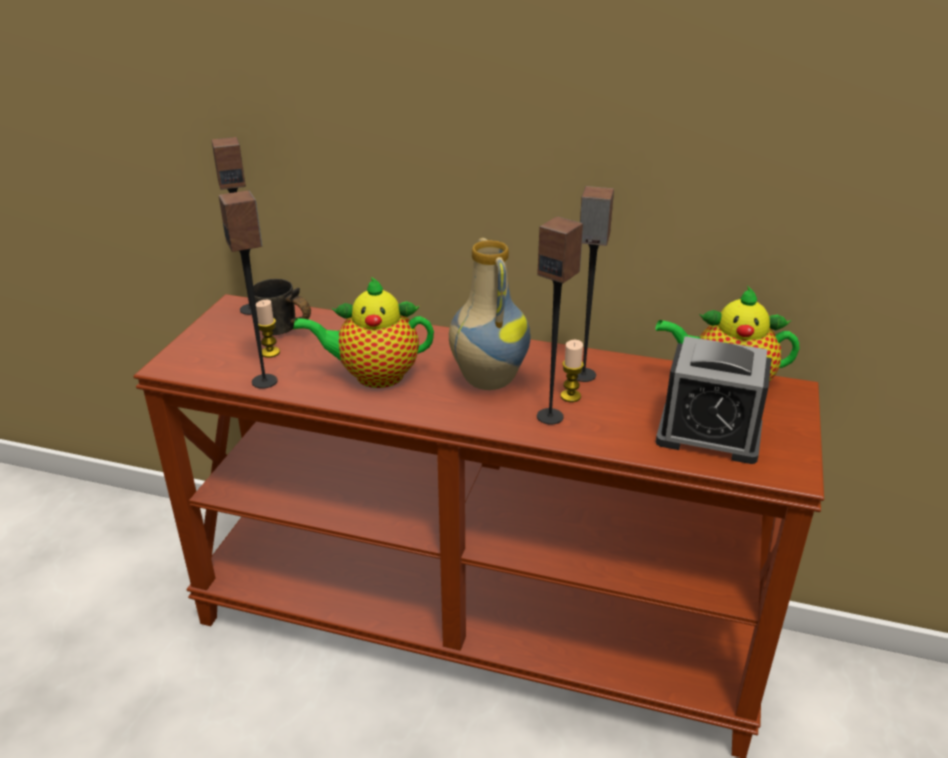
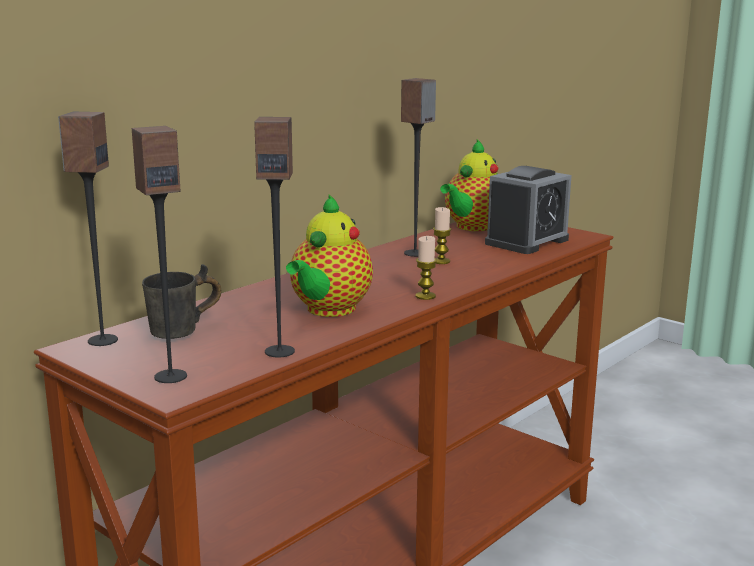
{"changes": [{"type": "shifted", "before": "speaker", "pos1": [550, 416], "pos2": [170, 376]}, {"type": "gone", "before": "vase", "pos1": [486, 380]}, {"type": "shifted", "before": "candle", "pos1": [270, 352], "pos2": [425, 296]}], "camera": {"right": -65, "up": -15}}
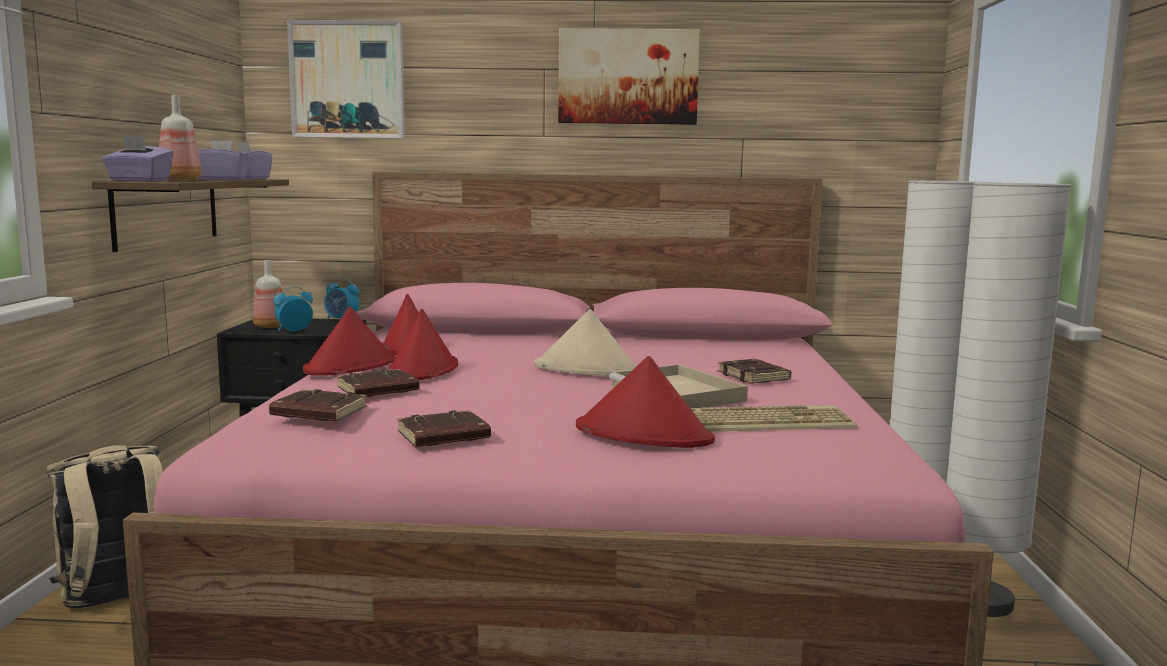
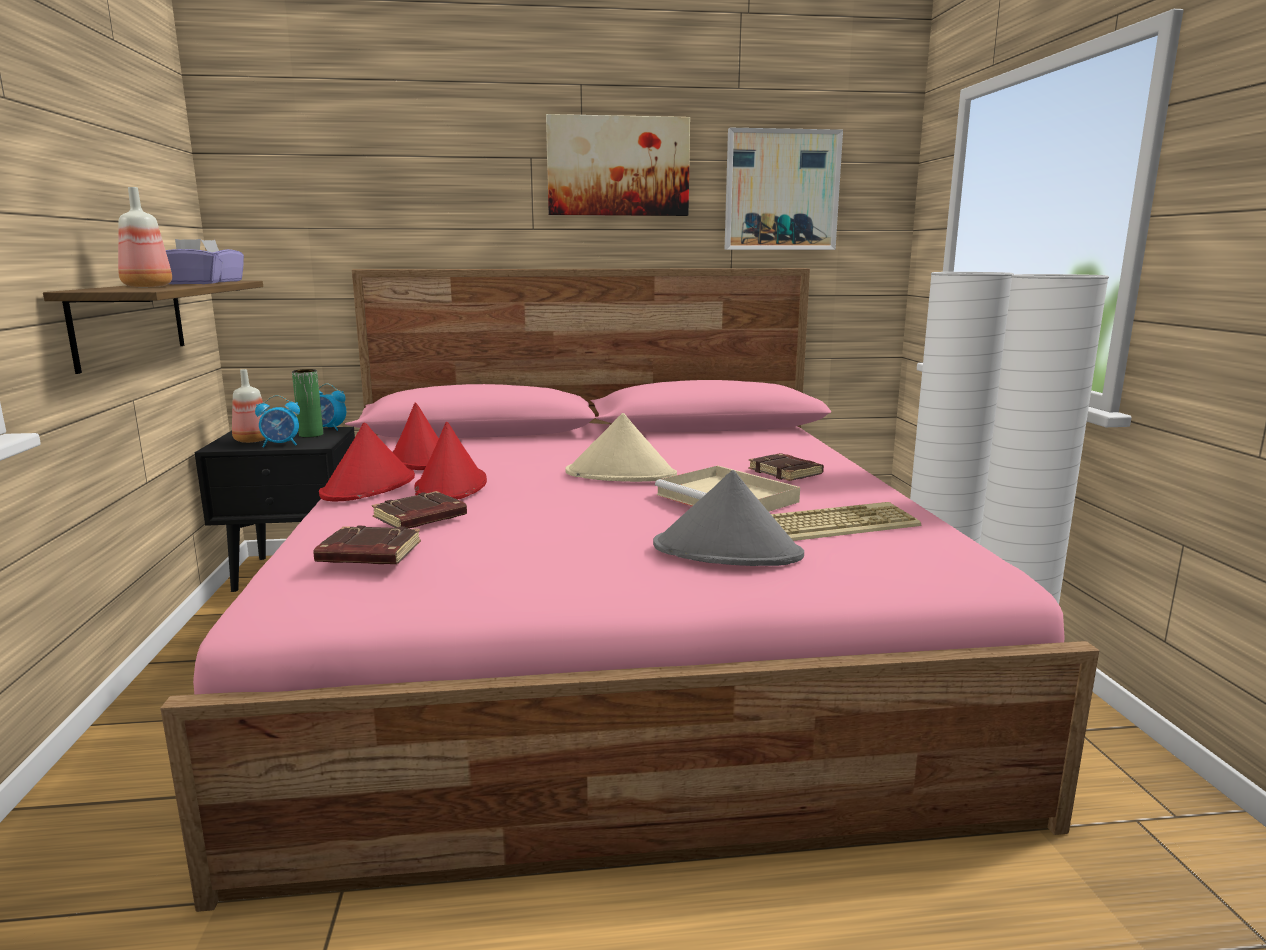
{"changes": [{"type": "shifted", "before": "picture", "pos1": [347, 80], "pos2": [781, 190]}, {"type": "gone", "before": "purple tissue box", "pos1": [139, 181]}, {"type": "rotated", "before": "alarm clock", "pos1": [293, 331], "pos2": [281, 445], "turn": -150}, {"type": "repainted", "before": "red hat", "after": "grey hat", "pos1": [644, 434], "pos2": [728, 551]}, {"type": "gone", "before": "brown book", "pos1": [443, 437]}, {"type": "gone", "before": "beige backpack", "pos1": [119, 603]}, {"type": "new", "after": "green vase", "pos2": [311, 435]}], "camera": {"right": -10, "up": 5}}
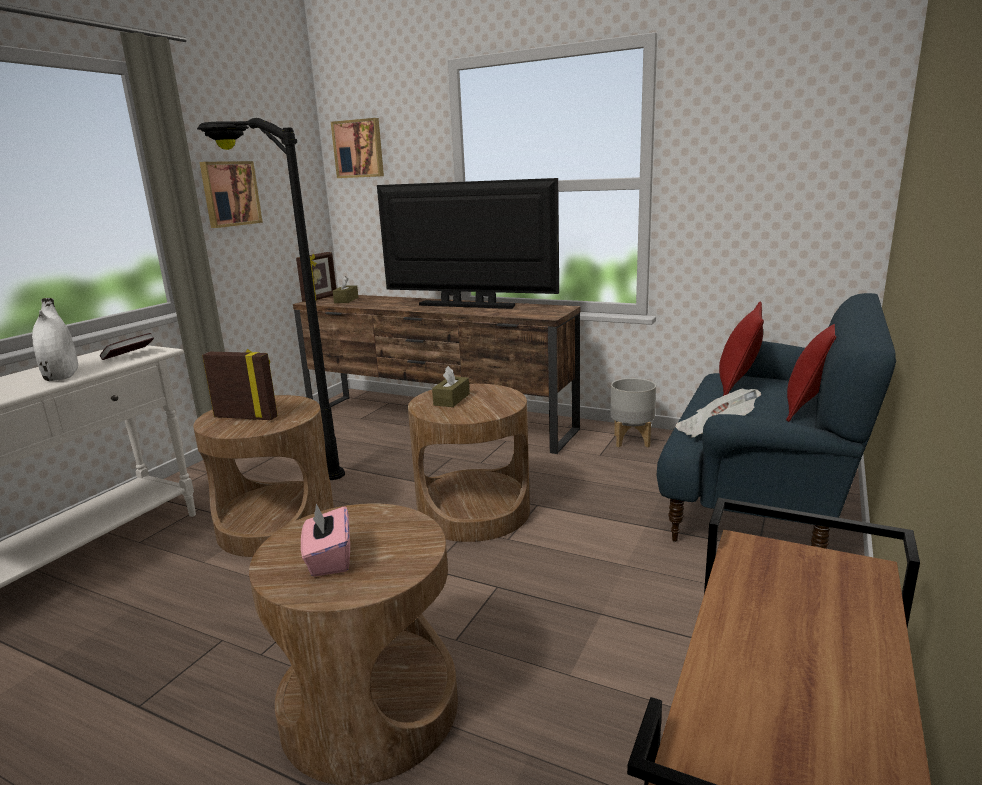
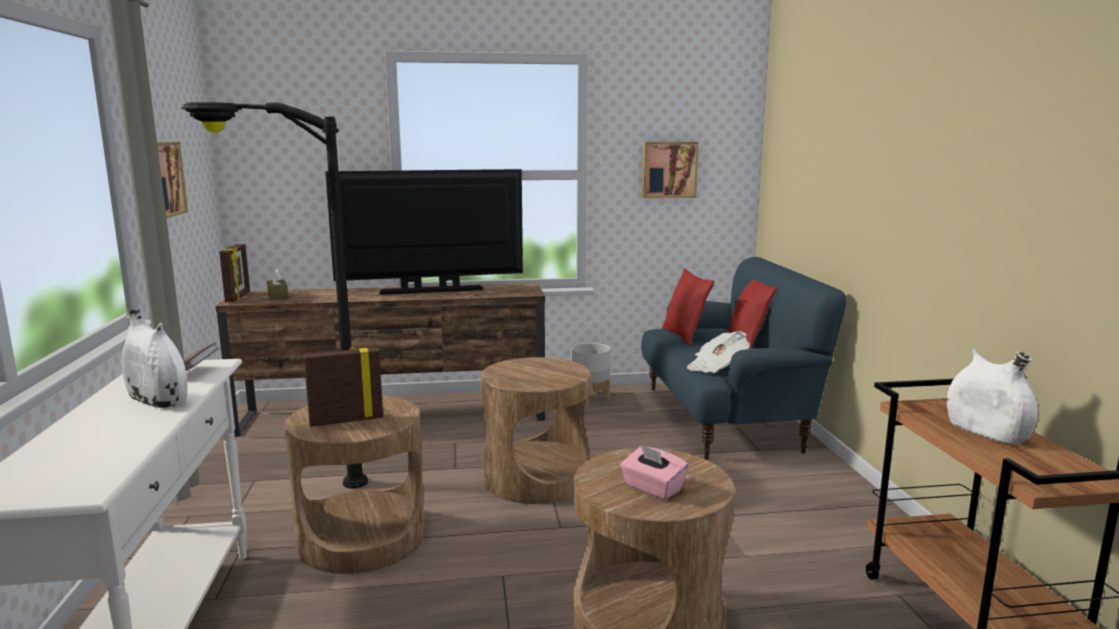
{"changes": [{"type": "shifted", "before": "picture", "pos1": [359, 149], "pos2": [669, 169]}, {"type": "gone", "before": "brown tissue box", "pos1": [451, 399]}, {"type": "new", "after": "white vase", "pos2": [986, 432]}], "camera": {"right": -35, "up": -5}}
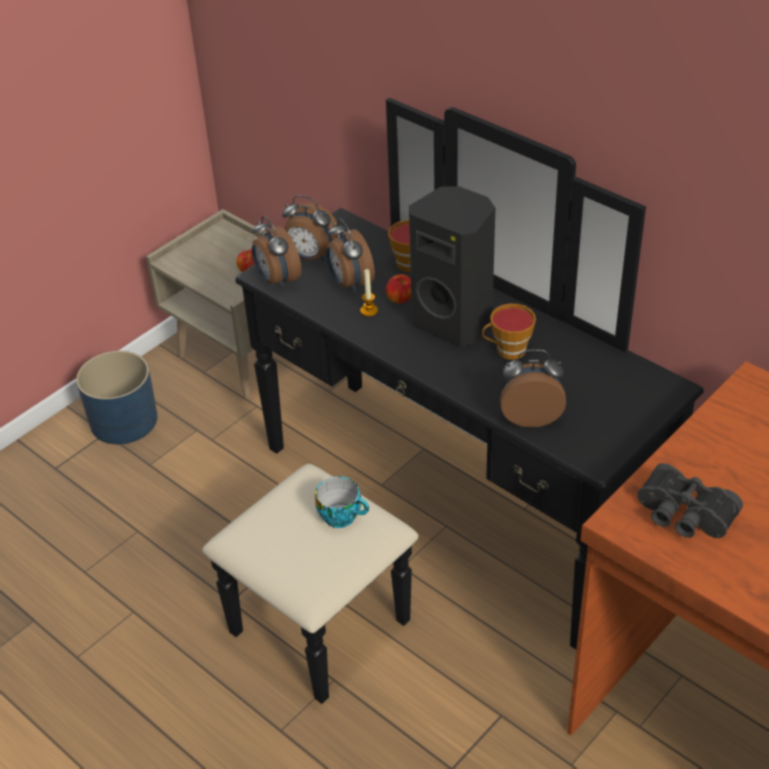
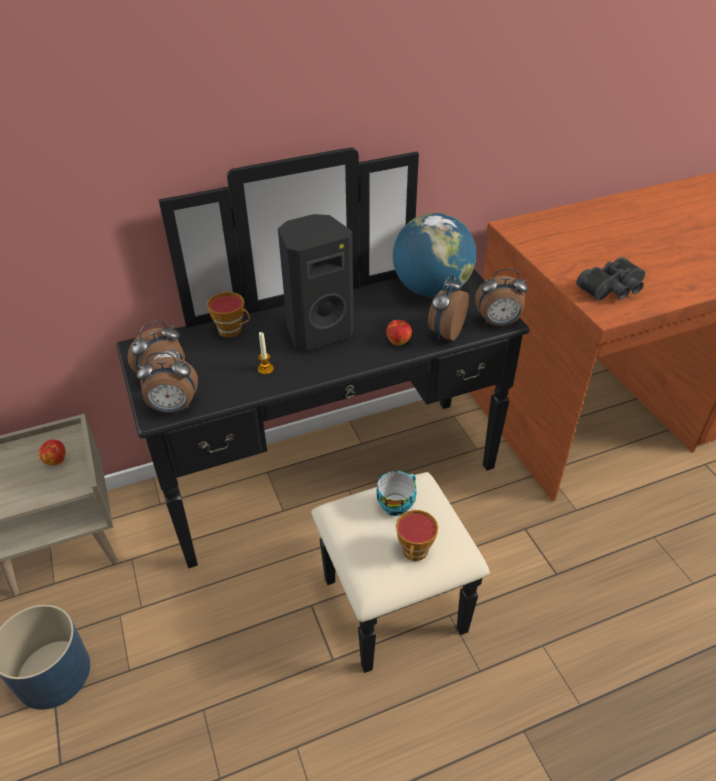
{"changes": [{"type": "shifted", "before": "alarm clock", "pos1": [349, 283], "pos2": [498, 323]}, {"type": "shifted", "before": "apple", "pos1": [400, 300], "pos2": [398, 341]}, {"type": "shifted", "before": "cup", "pos1": [507, 351], "pos2": [414, 553]}, {"type": "new", "after": "globe", "pos2": [431, 290]}], "camera": {"right": -65, "up": 0}}
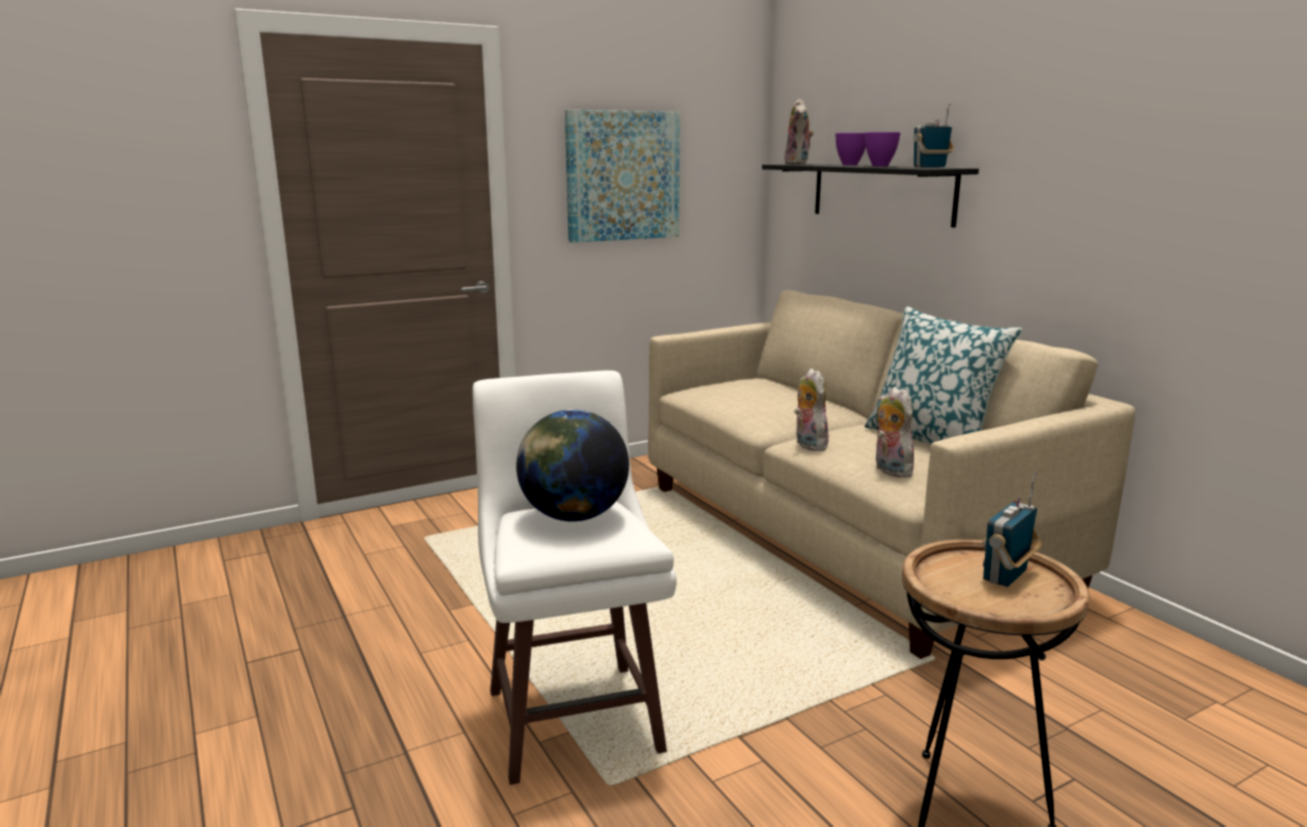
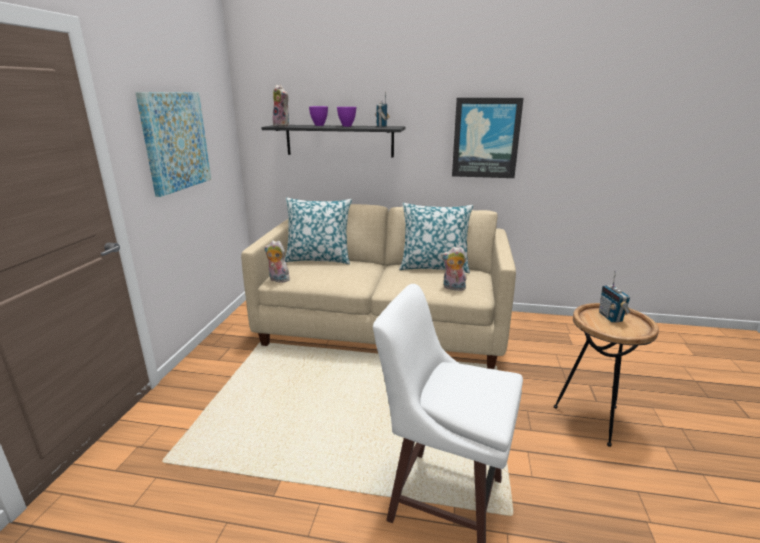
{"changes": [{"type": "shifted", "before": "plush toy", "pos1": [808, 445], "pos2": [278, 280]}, {"type": "gone", "before": "globe", "pos1": [573, 516]}, {"type": "new", "after": "picture", "pos2": [486, 138]}, {"type": "new", "after": "pillow", "pos2": [319, 259]}], "camera": {"right": -50, "up": 5}}
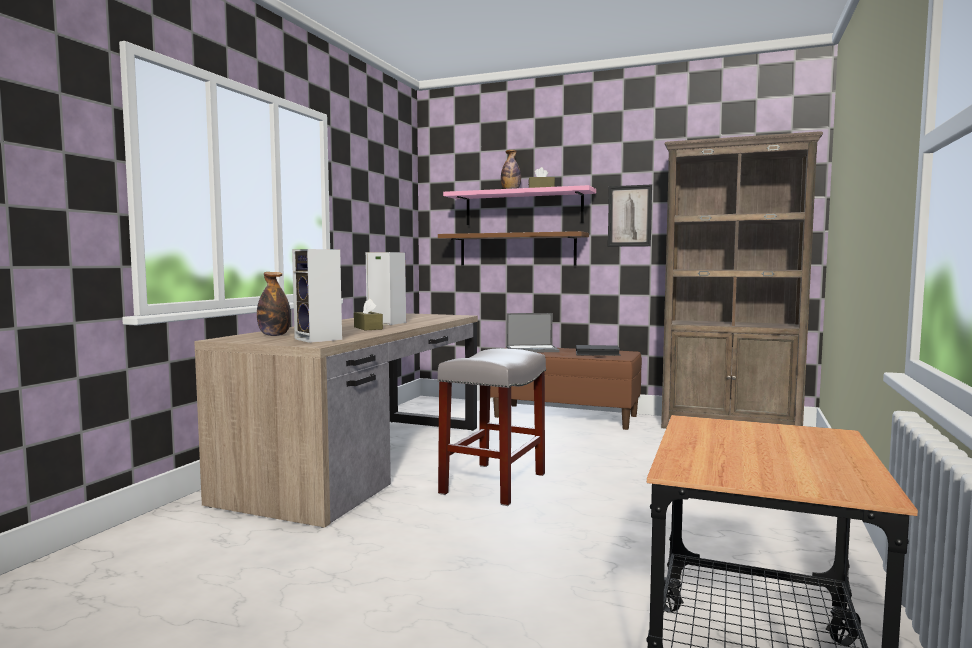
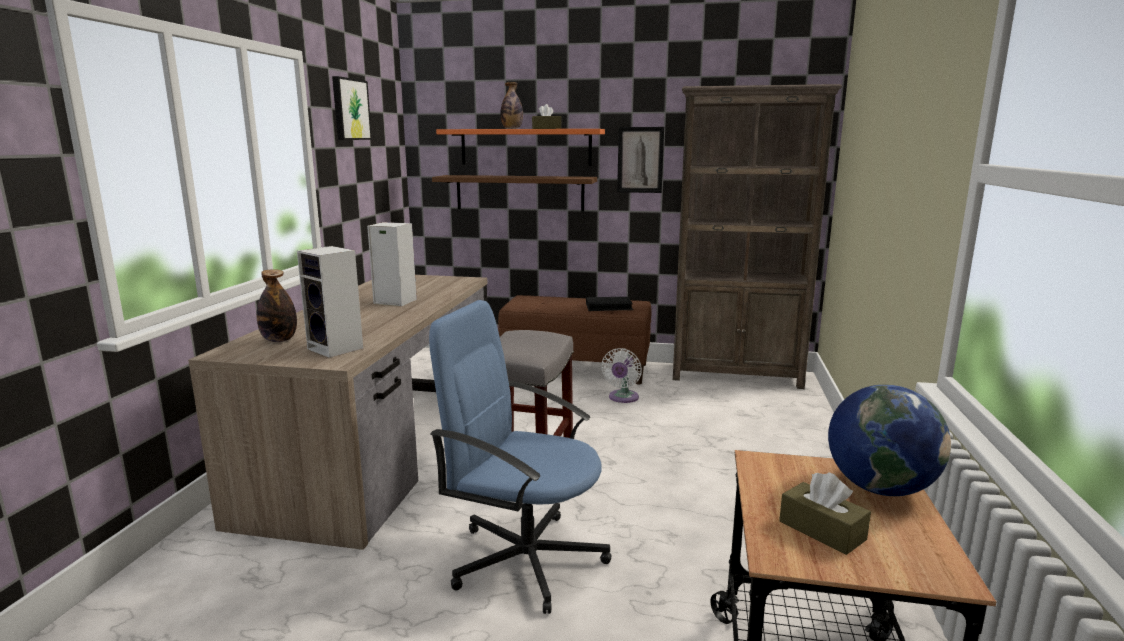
{"changes": [{"type": "repainted", "before": "pink shelf", "after": "orange shelf", "pos1": [523, 208], "pos2": [525, 147]}, {"type": "shifted", "before": "brown tissue box", "pos1": [368, 328], "pos2": [822, 530]}, {"type": "gone", "before": "laptop", "pos1": [532, 349]}, {"type": "new", "after": "picture", "pos2": [350, 109]}, {"type": "new", "after": "blue office chair", "pos2": [525, 558]}, {"type": "new", "after": "white fan", "pos2": [622, 398]}, {"type": "new", "after": "globe", "pos2": [879, 488]}], "camera": {"right": -10, "up": 10}}
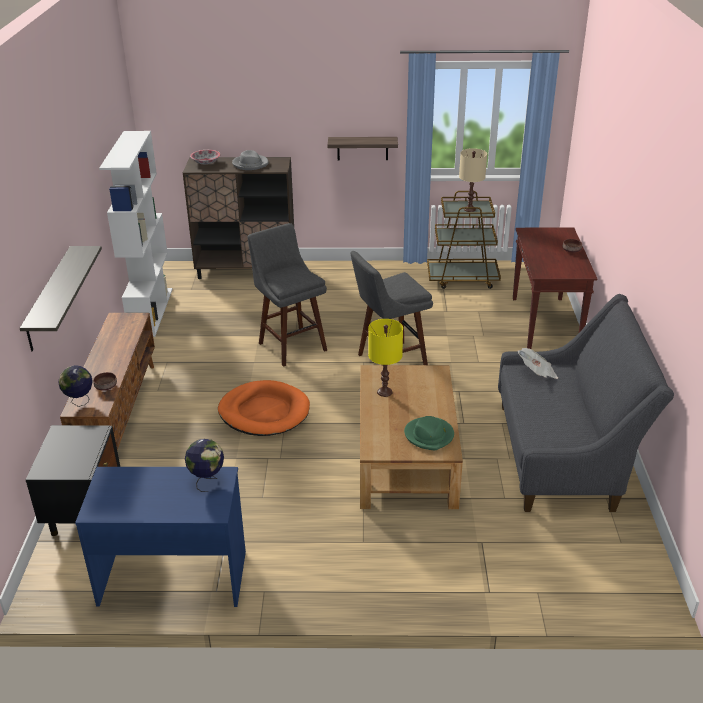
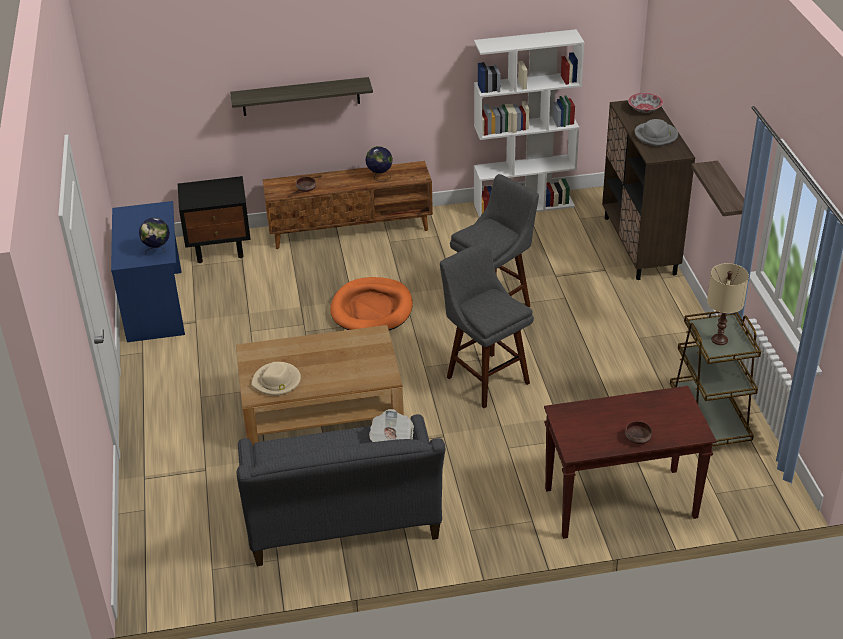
{"changes": [{"type": "gone", "before": "yellow table lamp", "pos1": [385, 392]}, {"type": "shifted", "before": "globe", "pos1": [80, 402], "pos2": [379, 177]}, {"type": "repainted", "before": "green hat", "after": "beige hat", "pos1": [429, 435], "pos2": [277, 381]}], "camera": {"right": 80, "up": 5}}
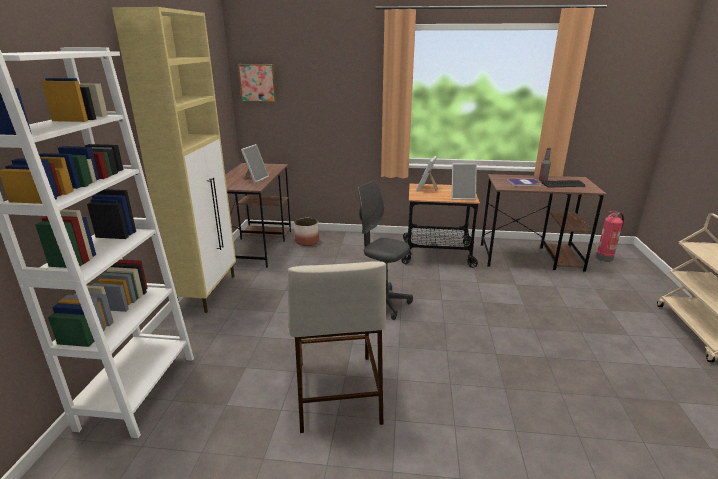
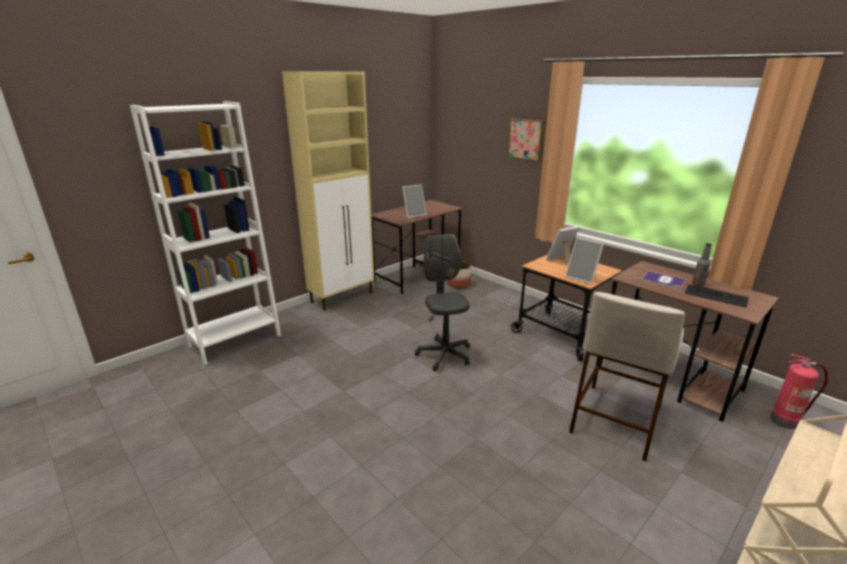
{"changes": [{"type": "shifted", "before": "picture", "pos1": [258, 83], "pos2": [527, 139]}, {"type": "shifted", "before": "beige stool", "pos1": [337, 390], "pos2": [616, 418]}], "camera": {"right": 40, "up": 0}}
